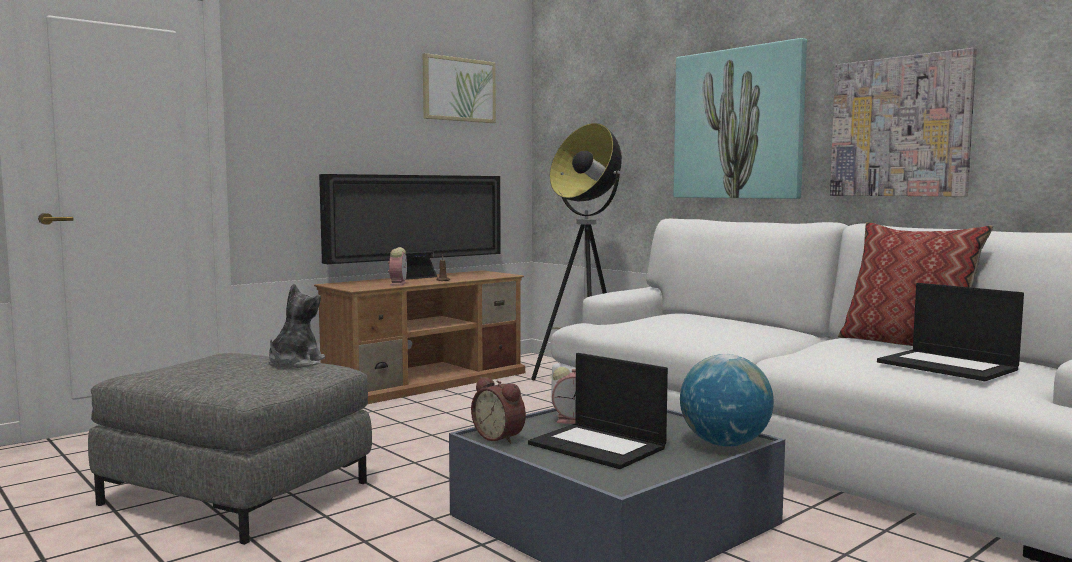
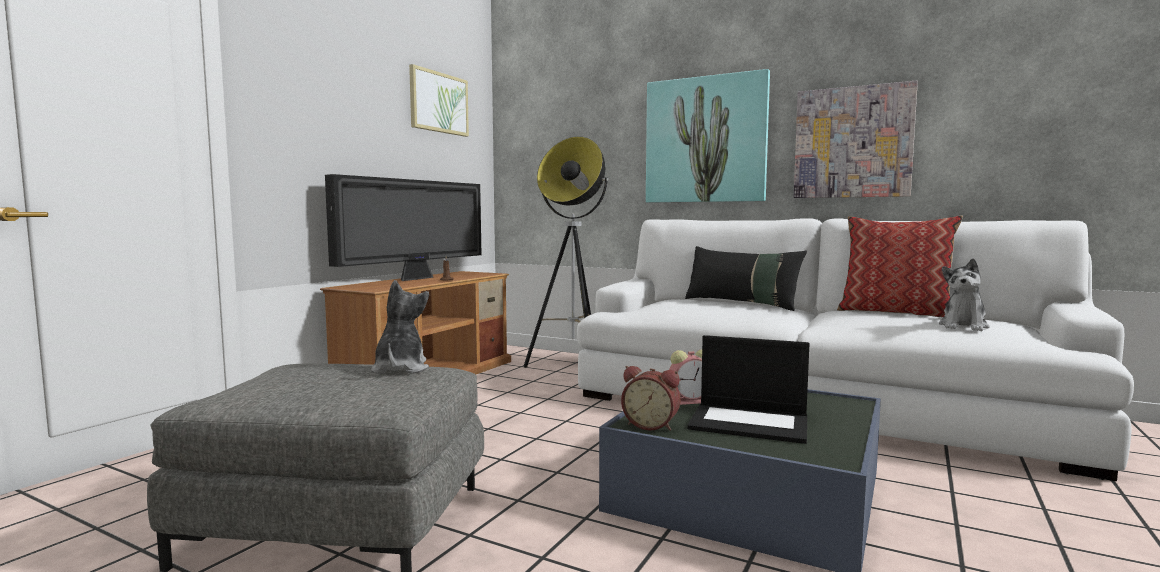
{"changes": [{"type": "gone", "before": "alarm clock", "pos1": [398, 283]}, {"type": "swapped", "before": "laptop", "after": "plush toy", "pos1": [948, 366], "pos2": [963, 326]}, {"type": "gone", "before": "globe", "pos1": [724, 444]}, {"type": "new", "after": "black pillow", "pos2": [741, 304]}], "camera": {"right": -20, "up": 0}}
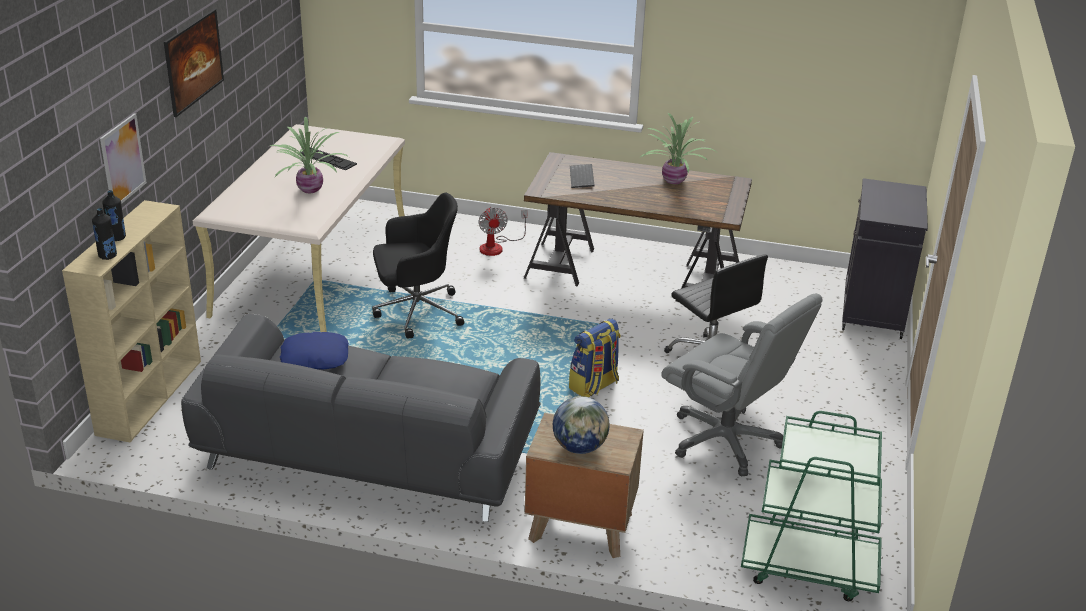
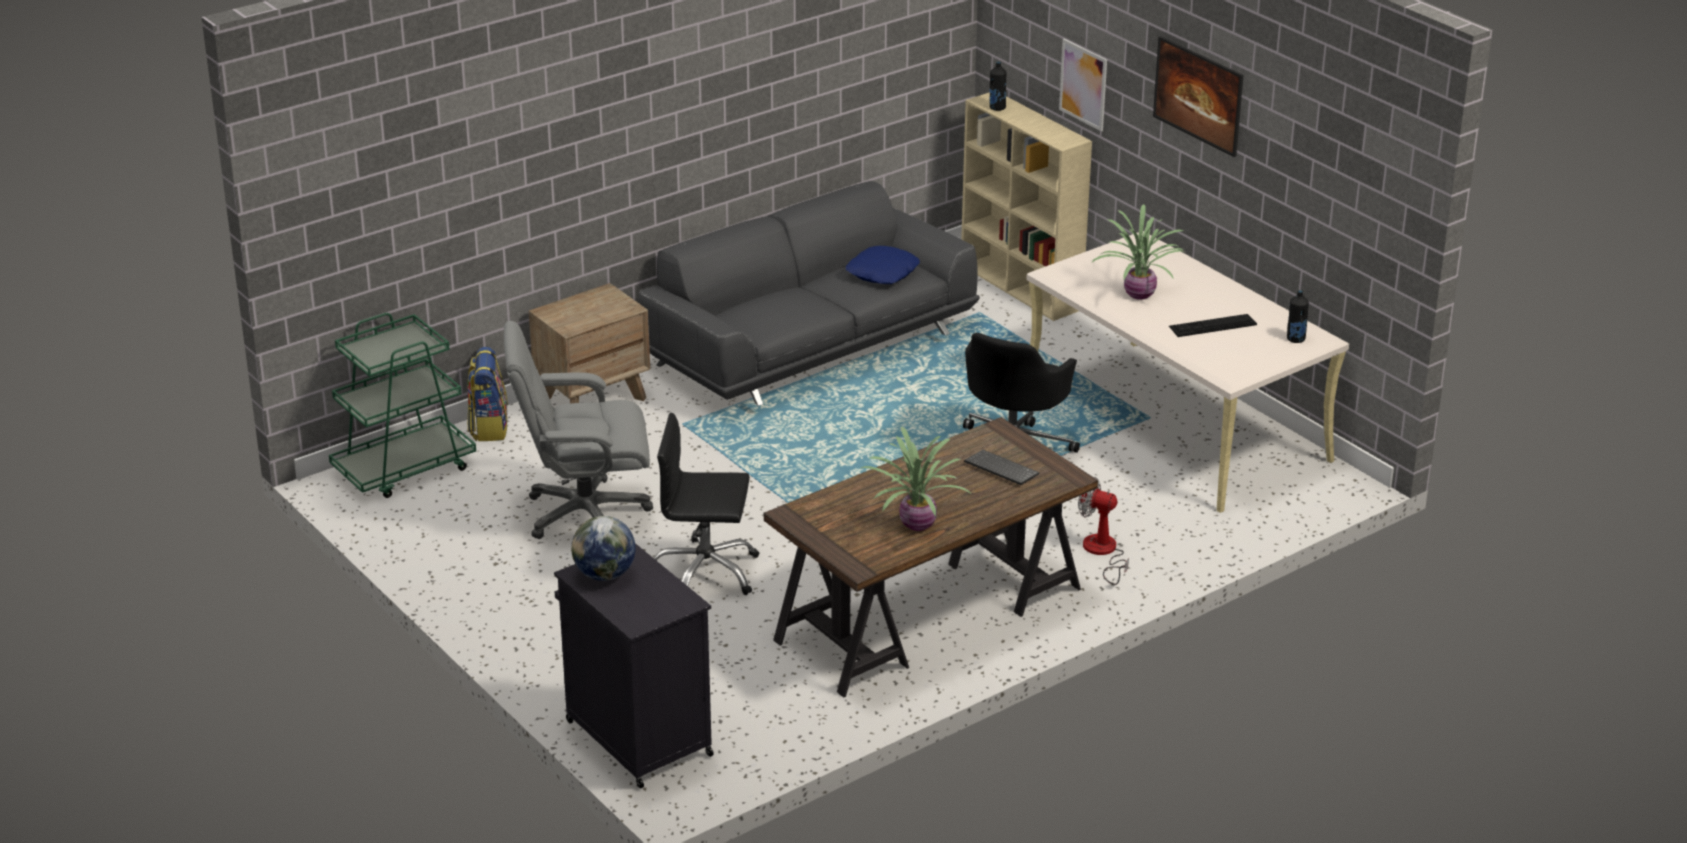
{"changes": [{"type": "shifted", "before": "black bottle", "pos1": [117, 237], "pos2": [1295, 339]}, {"type": "shifted", "before": "backpack", "pos1": [594, 386], "pos2": [488, 427]}, {"type": "shifted", "before": "globe", "pos1": [580, 447], "pos2": [604, 575]}], "camera": {"right": 130, "up": 0}}
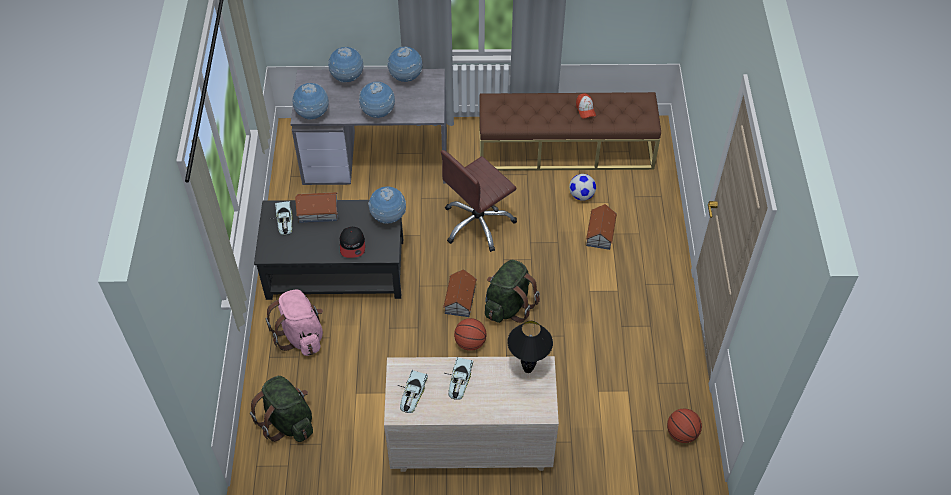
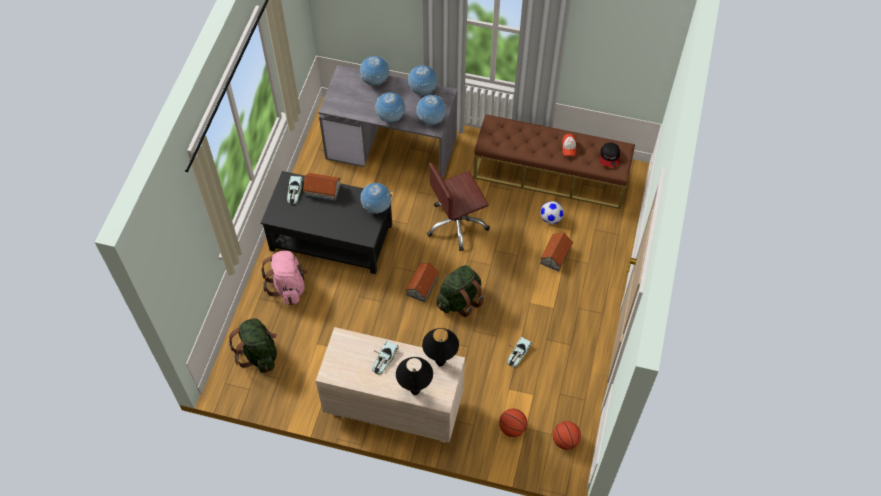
{"changes": [{"type": "shifted", "before": "globe", "pos1": [312, 115], "pos2": [431, 120]}, {"type": "shifted", "before": "cap", "pos1": [352, 245], "pos2": [609, 157]}, {"type": "shifted", "before": "basketball", "pos1": [470, 342], "pos2": [512, 428]}, {"type": "shifted", "before": "toy car", "pos1": [412, 393], "pos2": [518, 353]}, {"type": "new", "after": "black table lamp", "pos2": [415, 392]}], "camera": {"right": 15, "up": 5}}
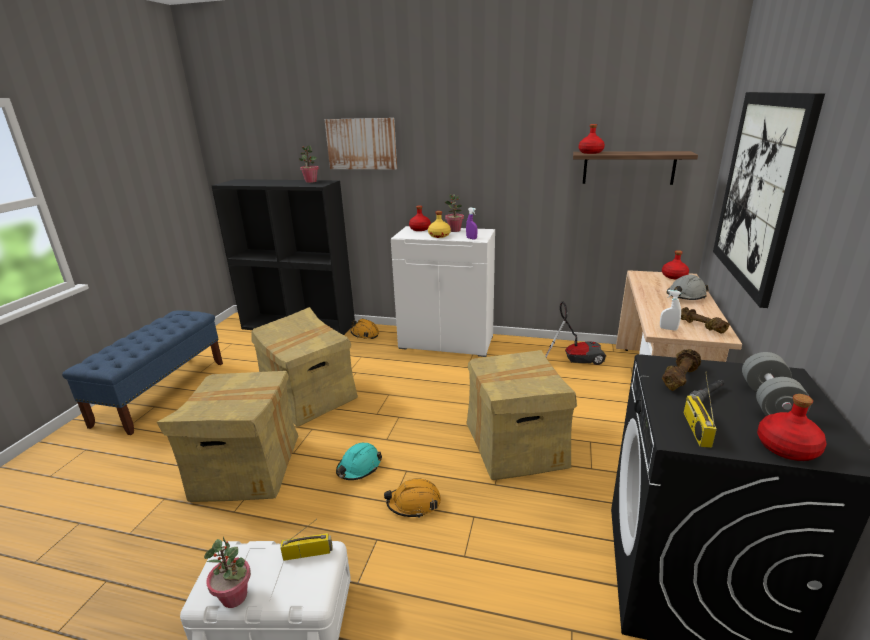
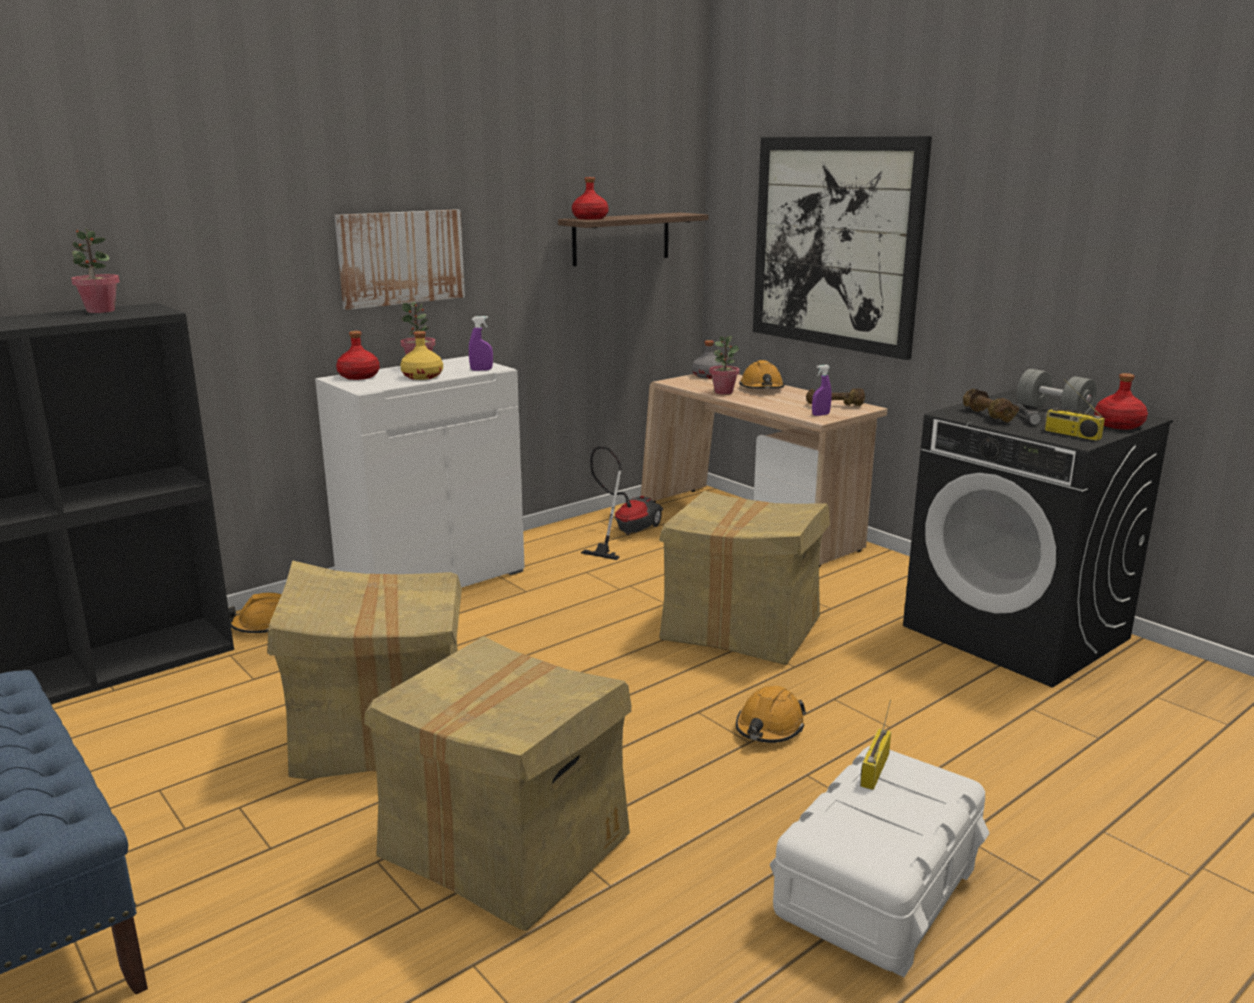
{"changes": [{"type": "shifted", "before": "picture", "pos1": [361, 144], "pos2": [401, 257]}, {"type": "repainted", "before": "red bottle", "after": "grey bottle", "pos1": [674, 276], "pos2": [708, 376]}, {"type": "repainted", "before": "grey hard hat", "after": "orange hard hat", "pos1": [685, 296], "pos2": [762, 388]}, {"type": "repainted", "before": "white spray bottle", "after": "purple spray bottle", "pos1": [668, 329], "pos2": [820, 415]}, {"type": "gone", "before": "turquoise hard hat", "pos1": [359, 467]}, {"type": "shifted", "before": "potted plant", "pos1": [235, 596], "pos2": [723, 392]}], "camera": {"right": -55, "up": -5}}
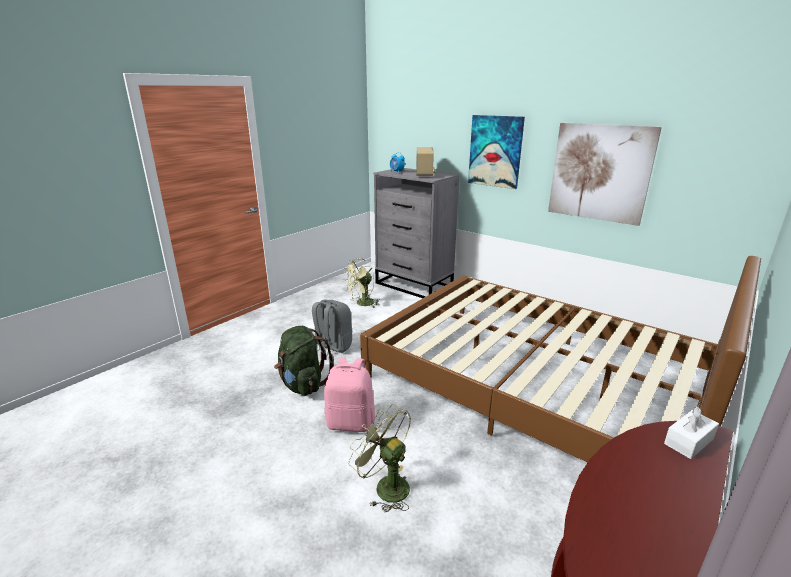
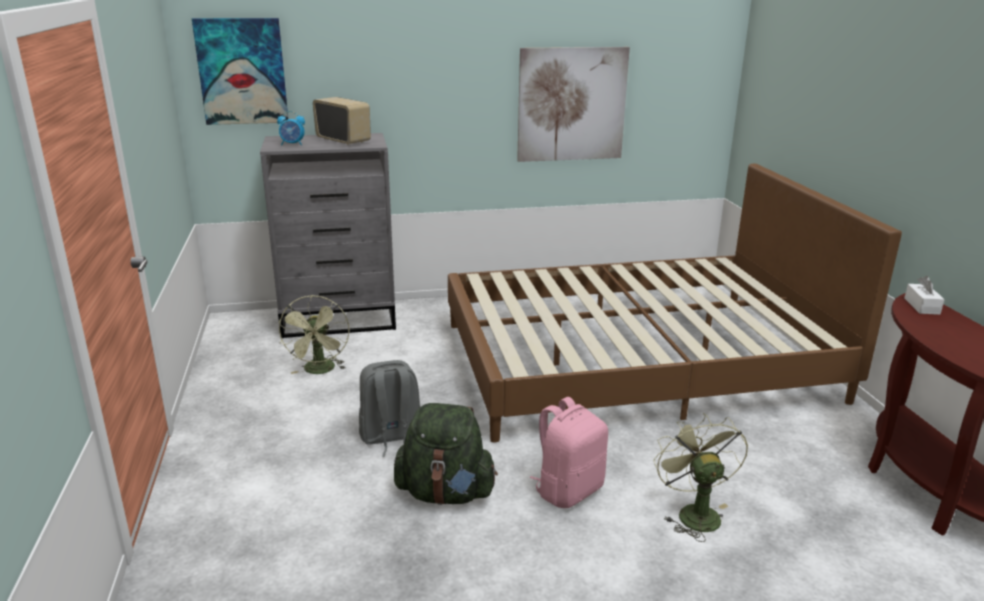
{"changes": [{"type": "shifted", "before": "picture", "pos1": [495, 151], "pos2": [242, 71]}, {"type": "rotated", "before": "green fan", "pos1": [385, 486], "pos2": [693, 512], "turn": 90}], "camera": {"right": -50, "up": 0}}
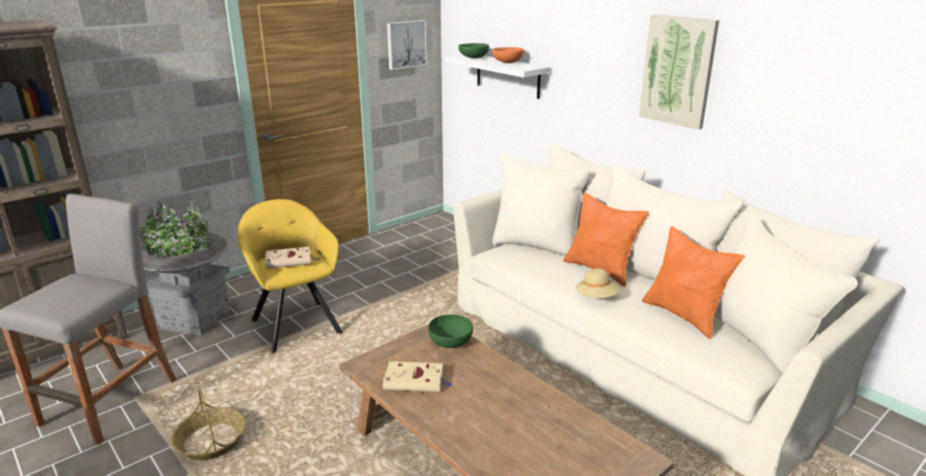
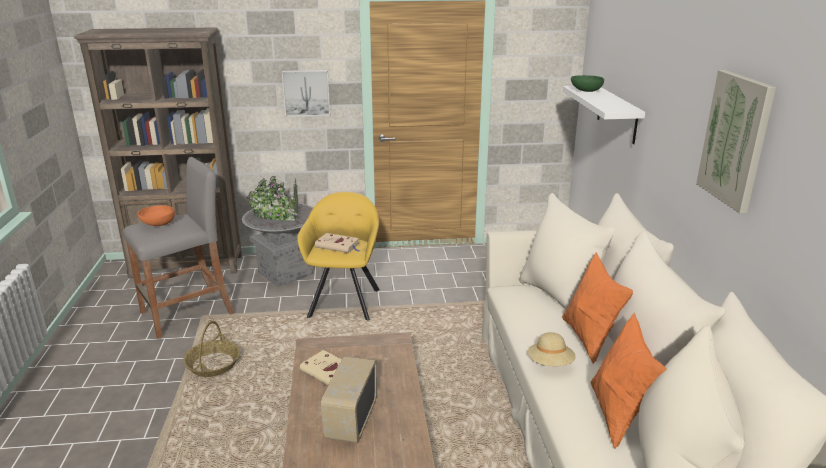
{"changes": [{"type": "shifted", "before": "picture", "pos1": [406, 44], "pos2": [306, 93]}, {"type": "shifted", "before": "orange bowl", "pos1": [507, 63], "pos2": [158, 224]}, {"type": "gone", "before": "green bowl", "pos1": [450, 341]}, {"type": "new", "after": "radio", "pos2": [350, 420]}], "camera": {"right": 35, "up": 0}}
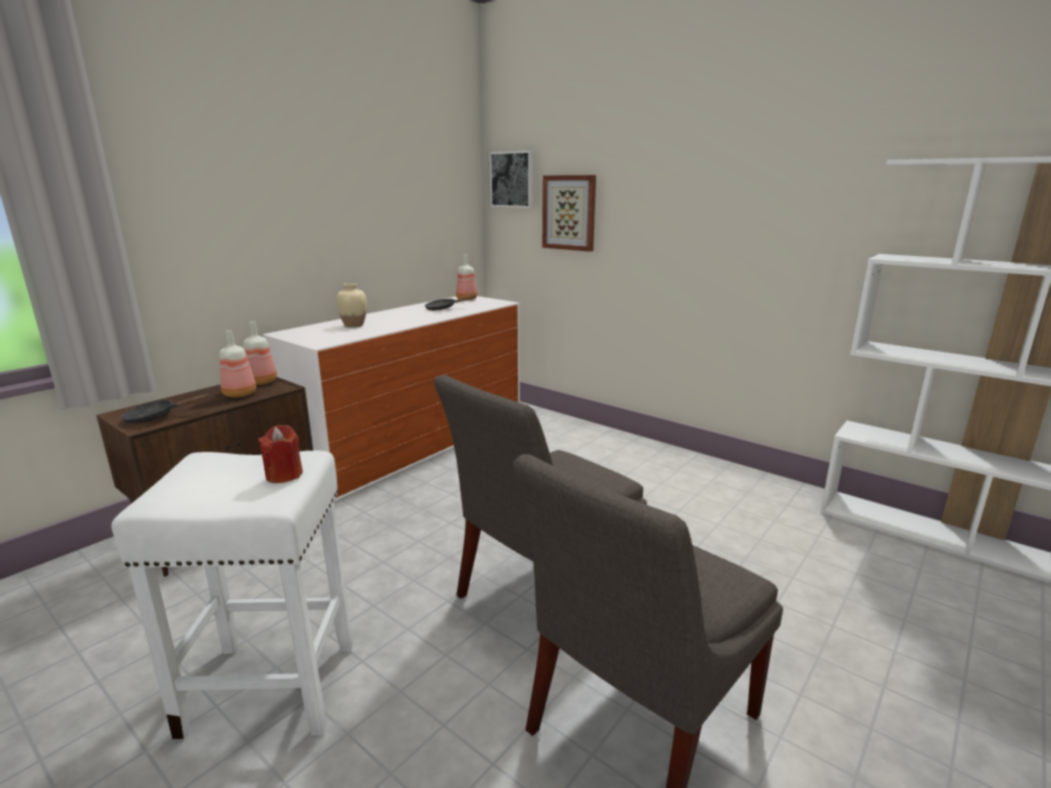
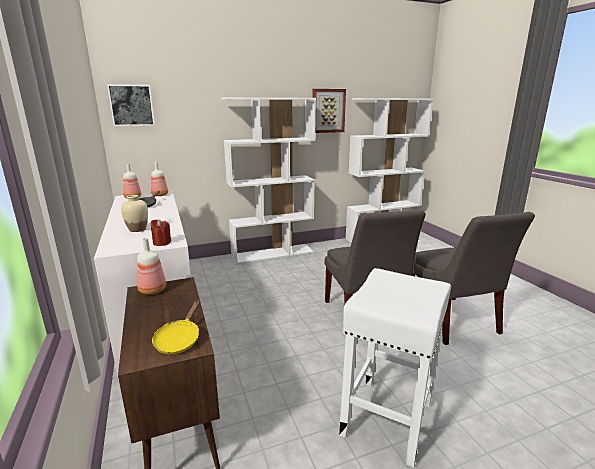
{"changes": [{"type": "shifted", "before": "picture", "pos1": [569, 212], "pos2": [328, 111]}, {"type": "shifted", "before": "bottle", "pos1": [240, 394], "pos2": [159, 195]}, {"type": "repainted", "before": "black frying pan", "after": "yellow frying pan", "pos1": [156, 417], "pos2": [179, 339]}, {"type": "shifted", "before": "red candle", "pos1": [284, 475], "pos2": [162, 243]}, {"type": "new", "after": "white bookcase", "pos2": [273, 253]}], "camera": {"right": -60, "up": 0}}
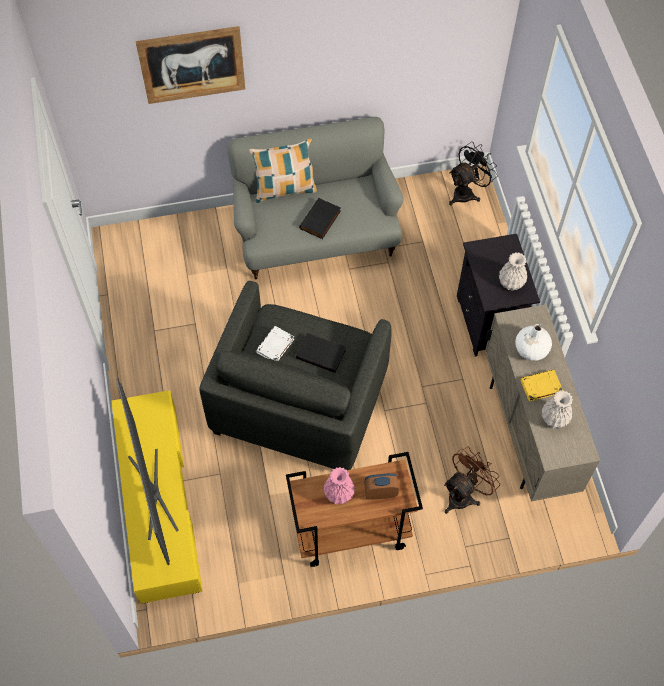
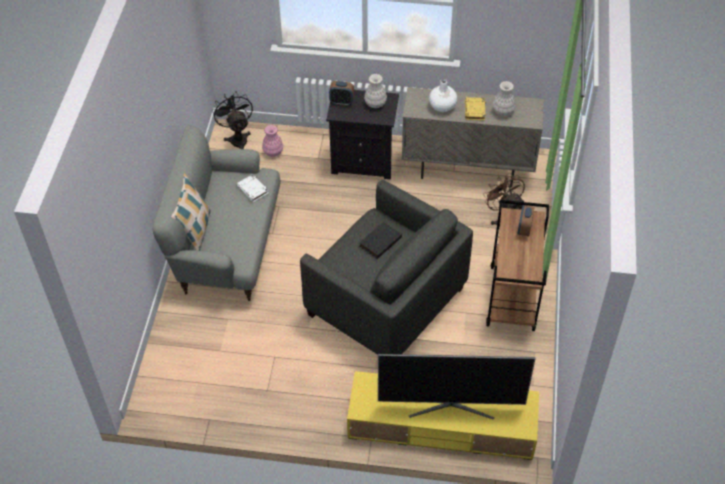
{"changes": [{"type": "gone", "before": "picture", "pos1": [192, 64]}, {"type": "gone", "before": "black book", "pos1": [321, 220]}, {"type": "shifted", "before": "white book", "pos1": [275, 346], "pos2": [253, 190]}, {"type": "shifted", "before": "pink vase", "pos1": [338, 493], "pos2": [273, 152]}, {"type": "new", "after": "alarm clock", "pos2": [341, 102]}], "camera": {"right": -70, "up": -10}}
